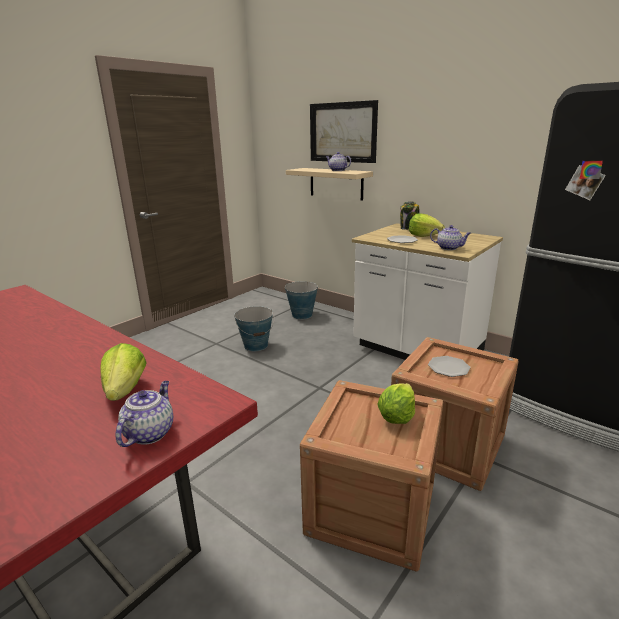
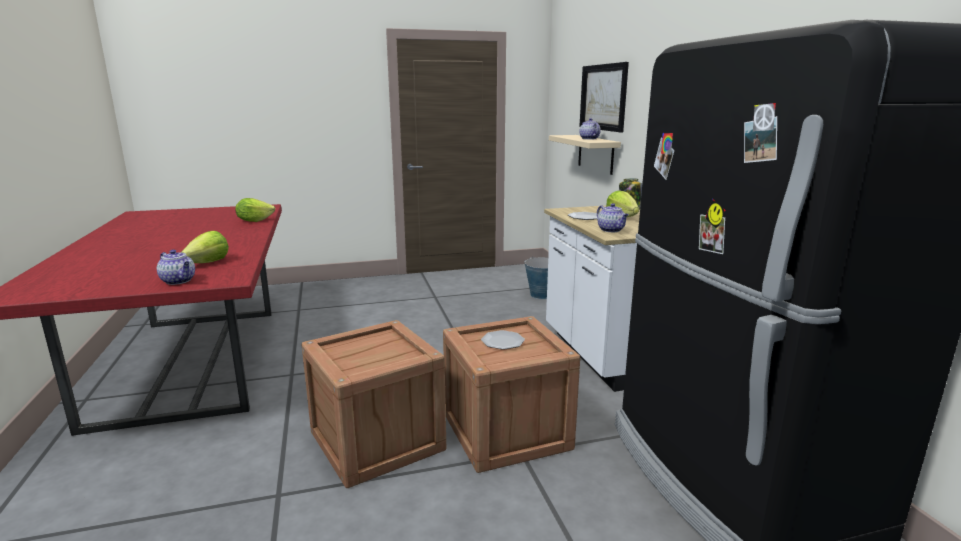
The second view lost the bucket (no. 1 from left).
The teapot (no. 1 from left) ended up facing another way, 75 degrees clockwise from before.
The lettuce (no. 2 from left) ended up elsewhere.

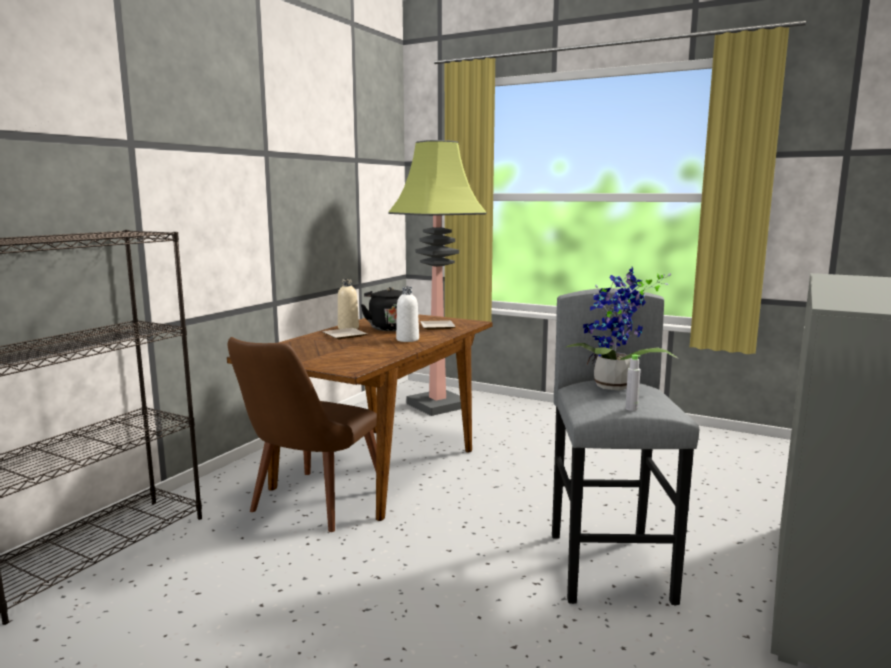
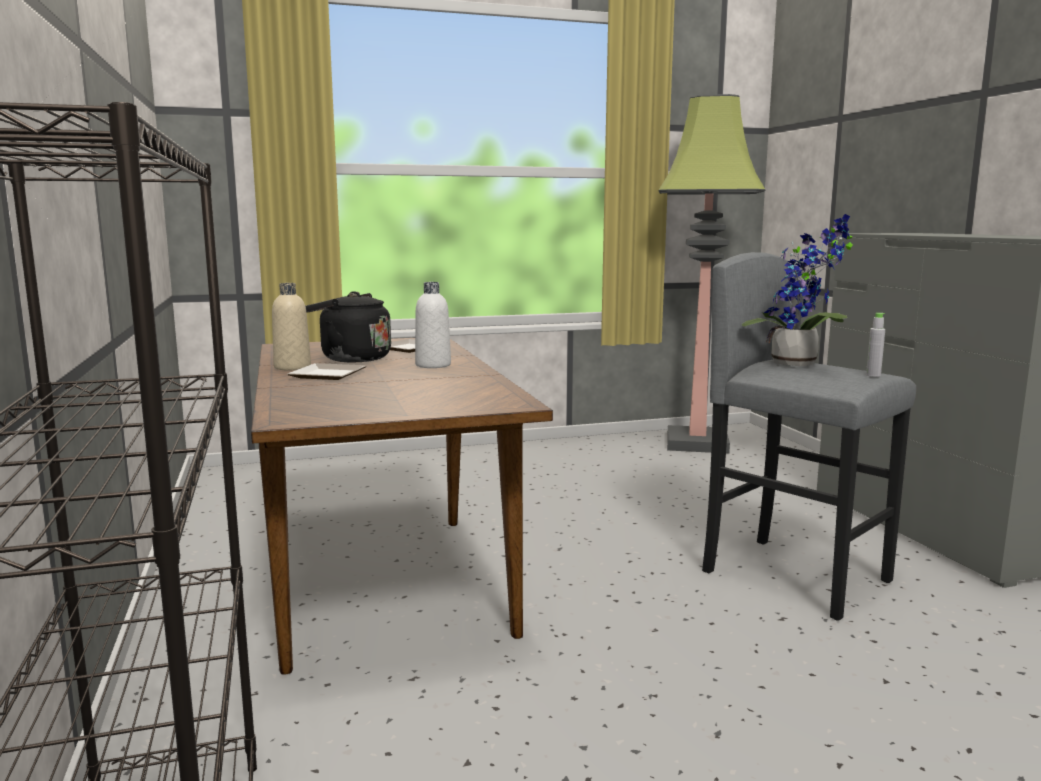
The floor lamp ended up elsewhere.
The second view lost the brown chair.

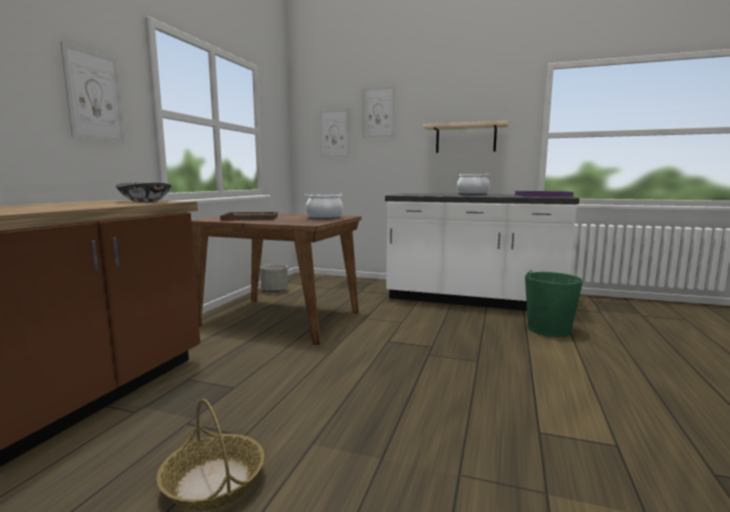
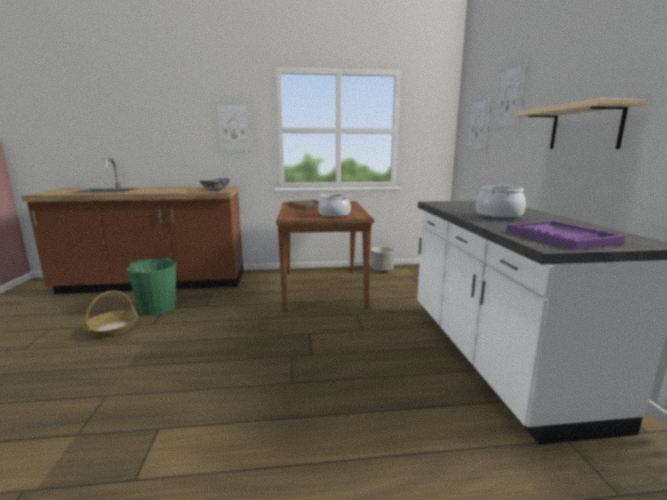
The green bucket ended up elsewhere.

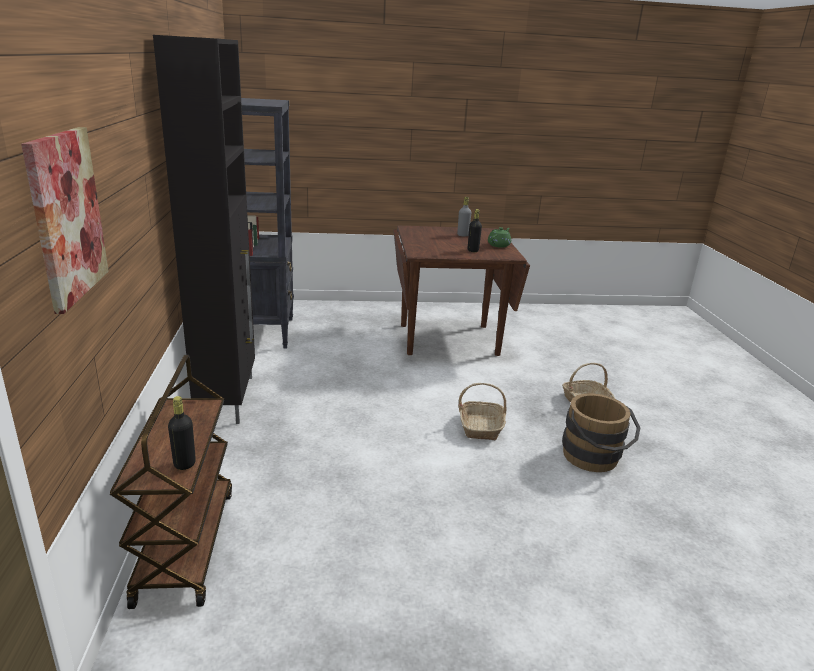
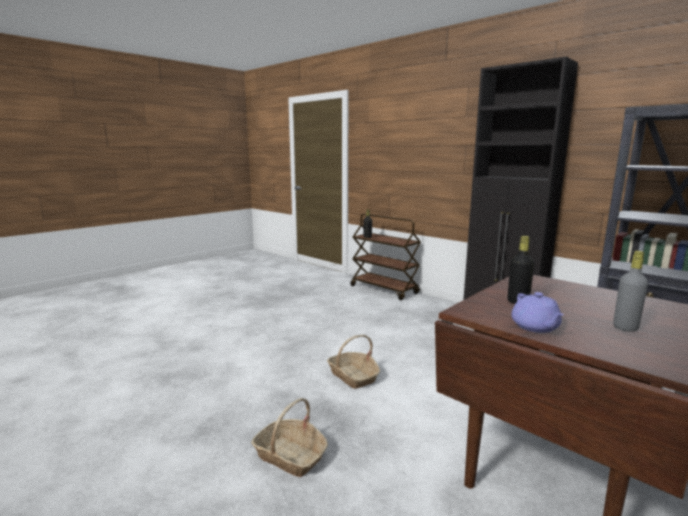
The second view lost the picture.
What was the green teapot turned into the purple teapot.
The second view lost the brown bucket.

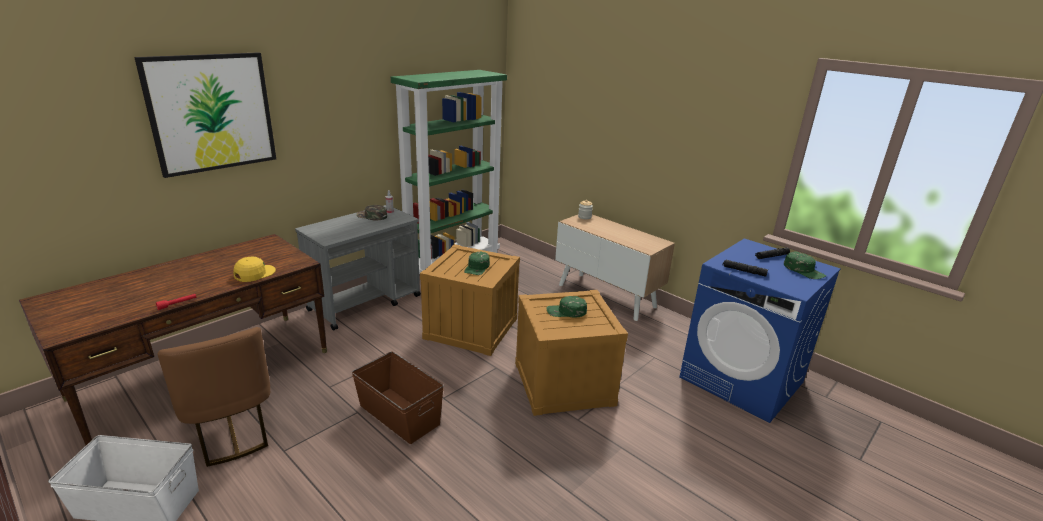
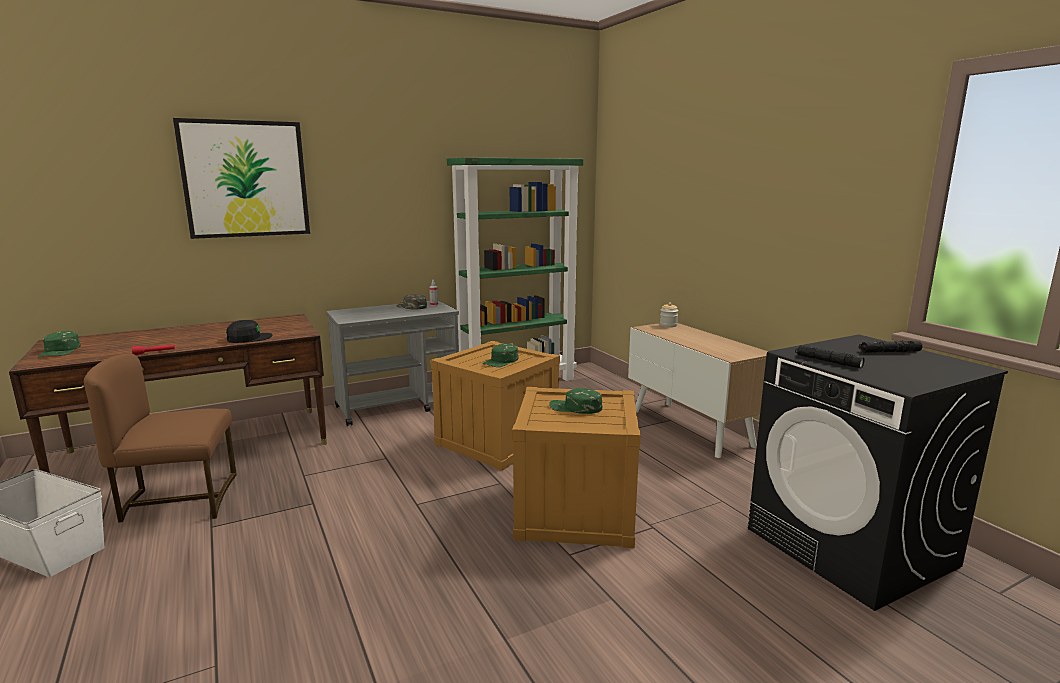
What was the blue washing machine turned into the black washing machine.
The green cap (no. 4 from left in the first image) ended up elsewhere.
What was the yellow cap turned into the black cap.
The brown chair ended up facing another way, 90 degrees clockwise from before.
The second view lost the brown storage box.

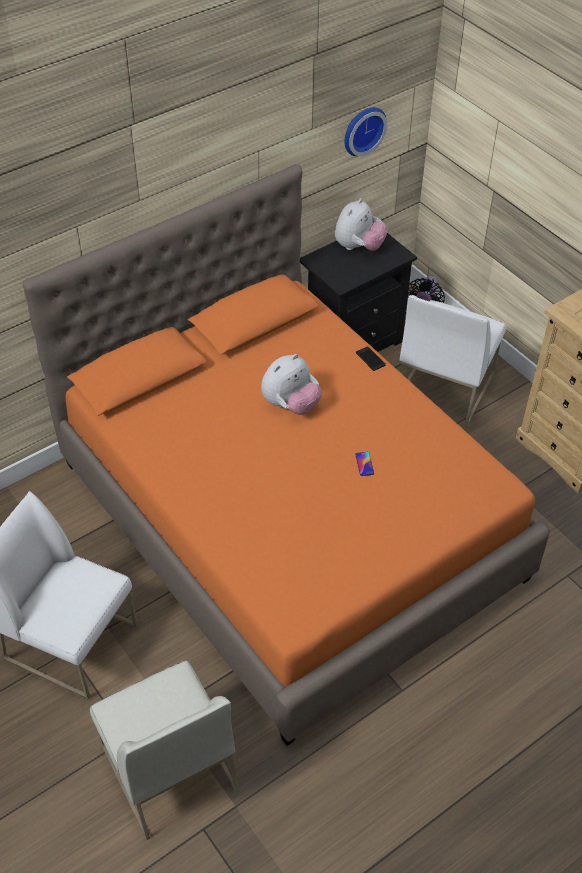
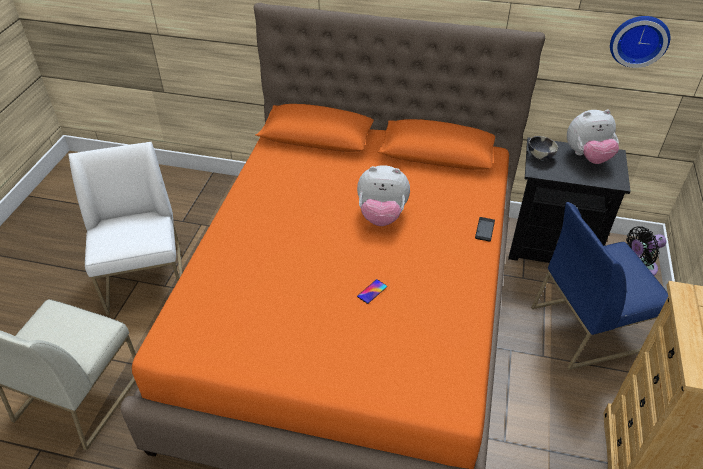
What was the white chair (no. 3 from left) turned into the blue chair.
The second view gained the bowl.

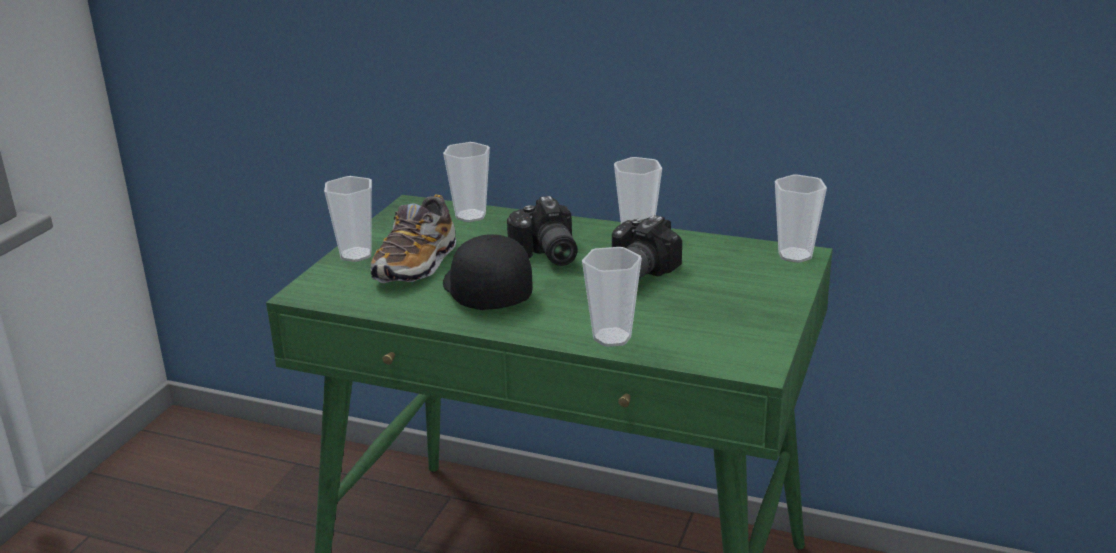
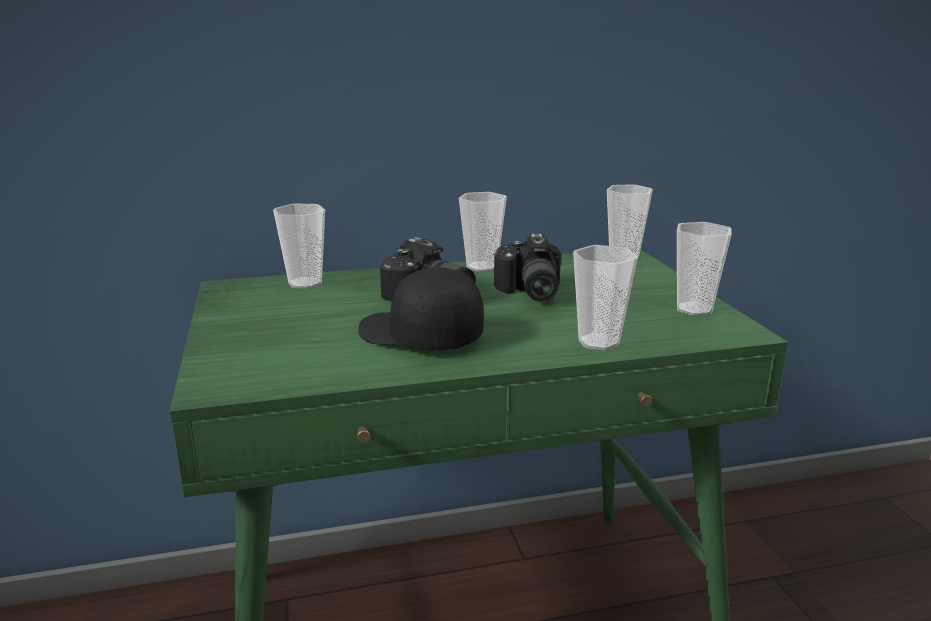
The cup (no. 1 from left in the first image) ended up elsewhere.
The second view lost the shoe.

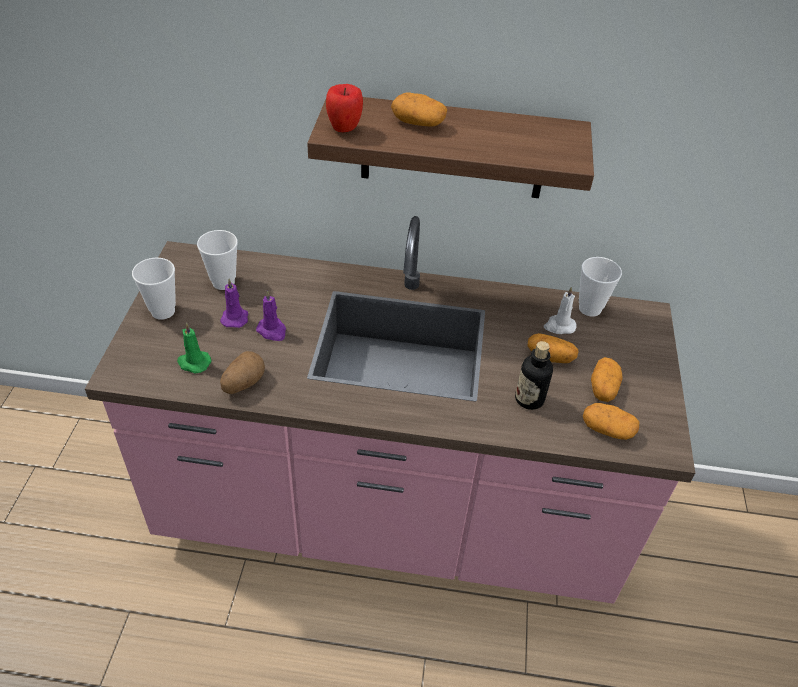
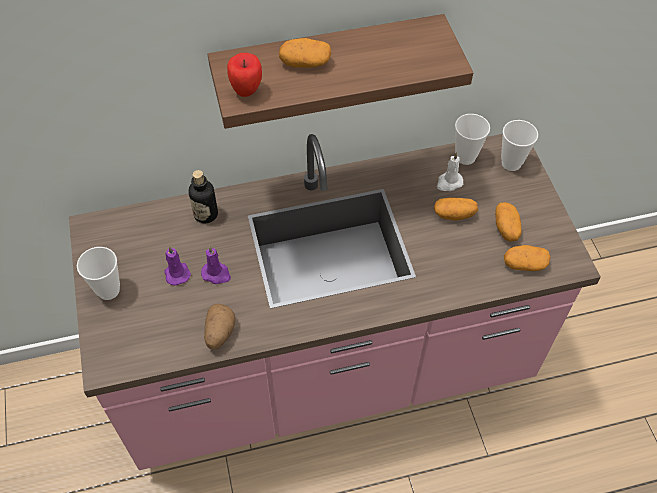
The cup (no. 2 from left in the first image) ended up elsewhere.
The second view lost the green candle.
The bottle ended up elsewhere.

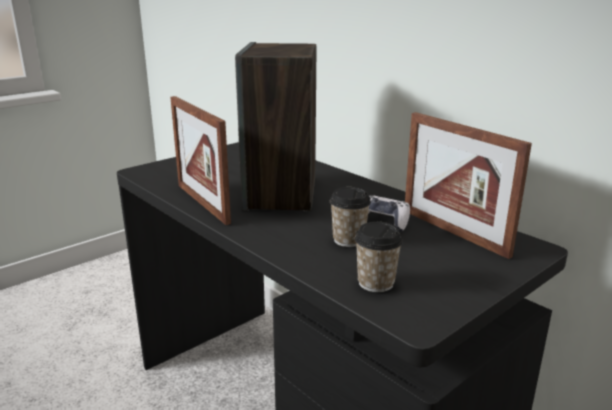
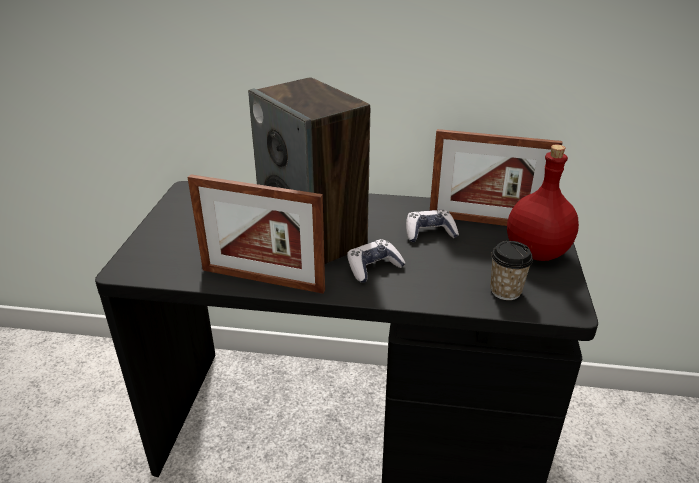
The second view lost the cup (no. 1 from left).
The second view gained the red bottle.
The second view gained the game controller (no. 1 from left).

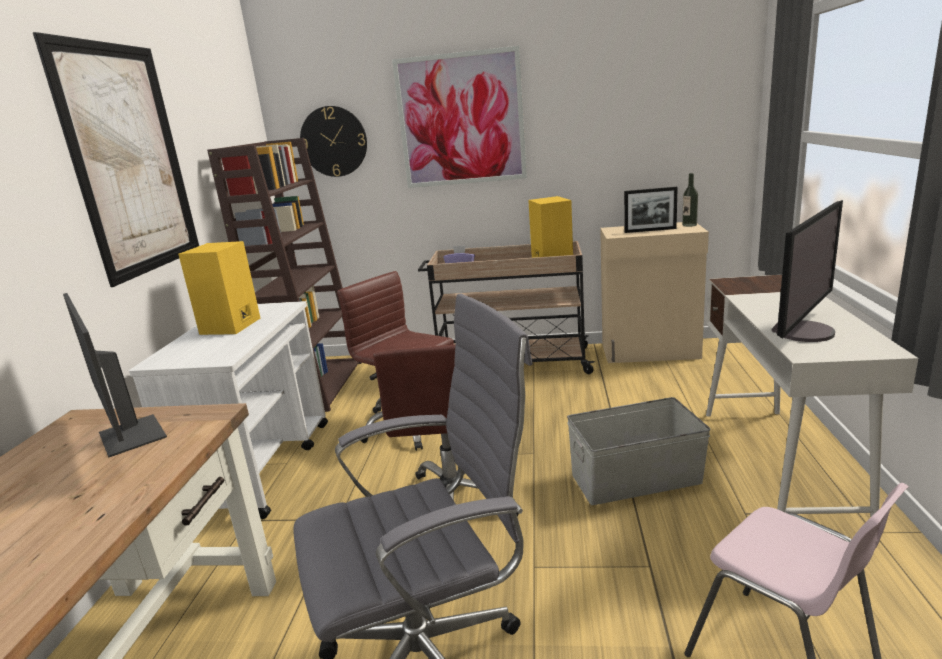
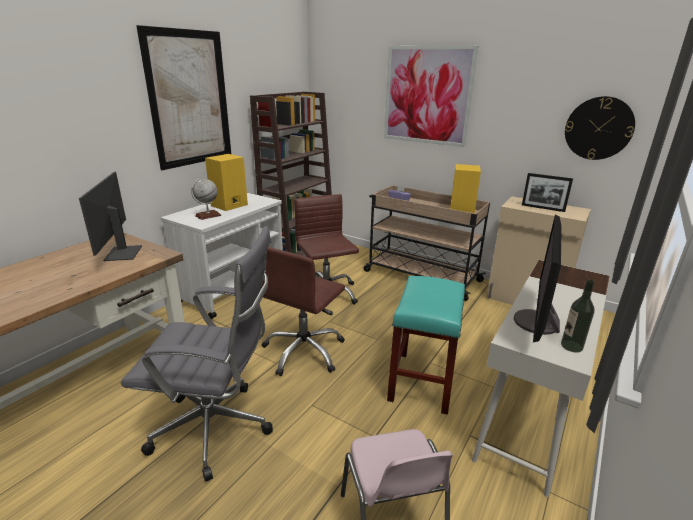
The wall clock ended up elsewhere.
The bottle ended up elsewhere.
The monitor (no. 2 from left) ended up facing another way, 135 degrees clockwise from before.
Where the grey storage box stood, the turquoise stool came to stand.
The second view gained the globe.

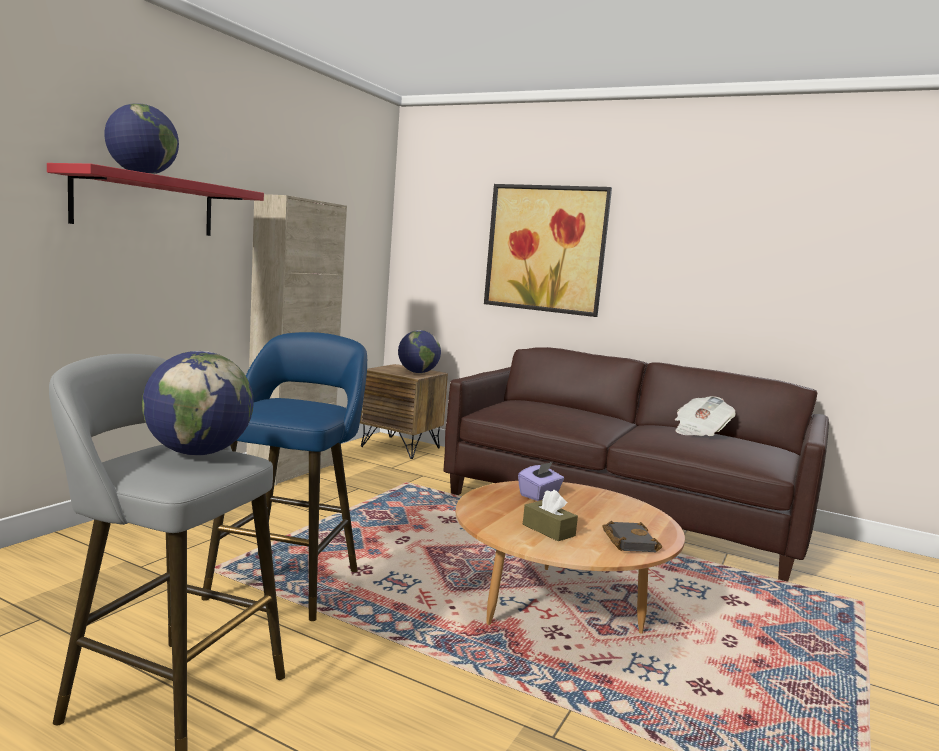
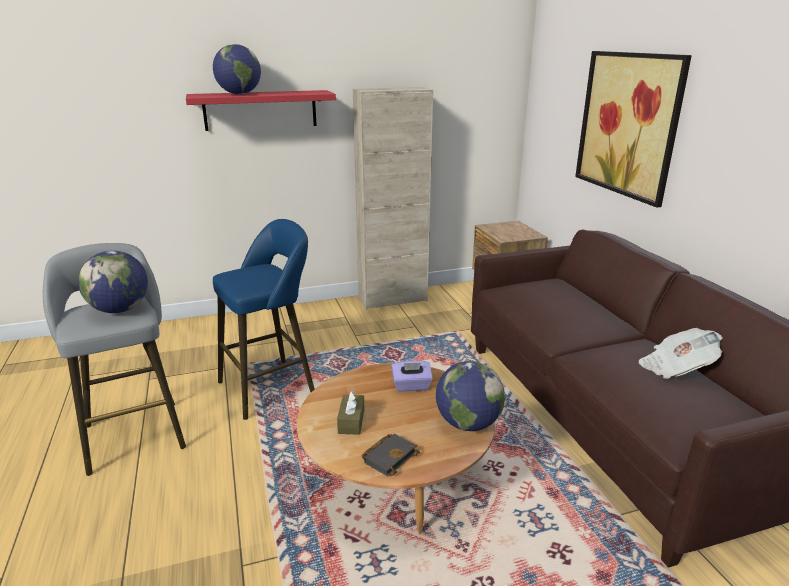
The globe (no. 3 from left) ended up elsewhere.

